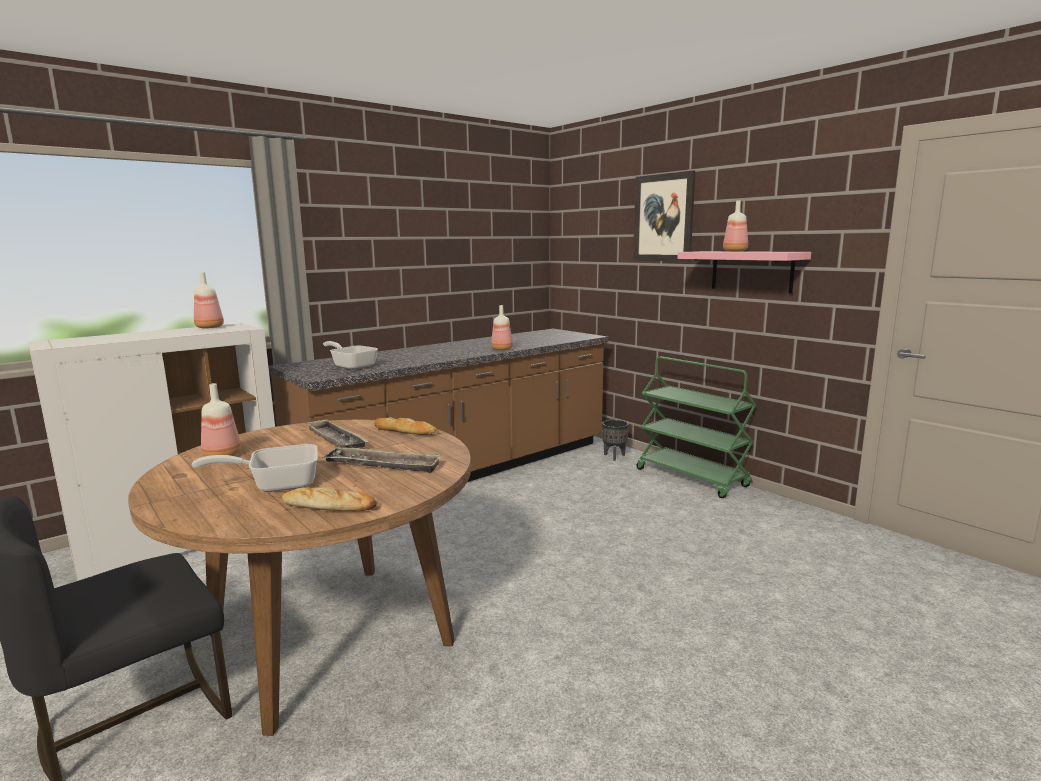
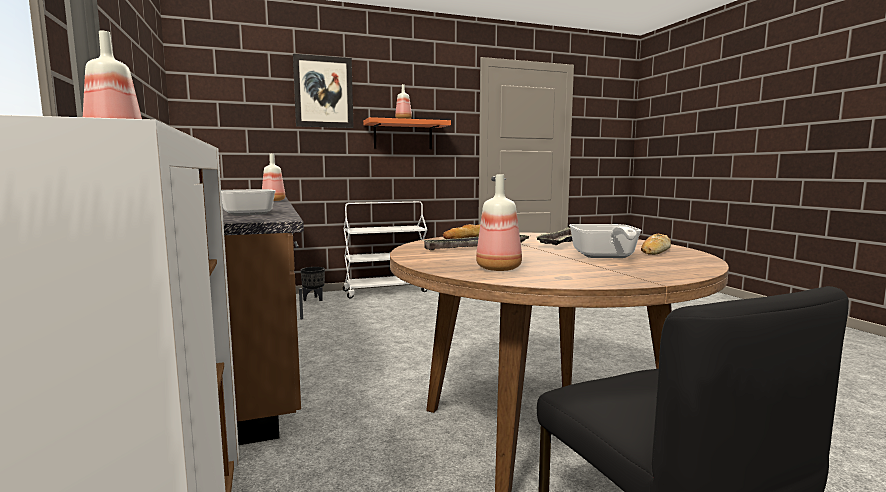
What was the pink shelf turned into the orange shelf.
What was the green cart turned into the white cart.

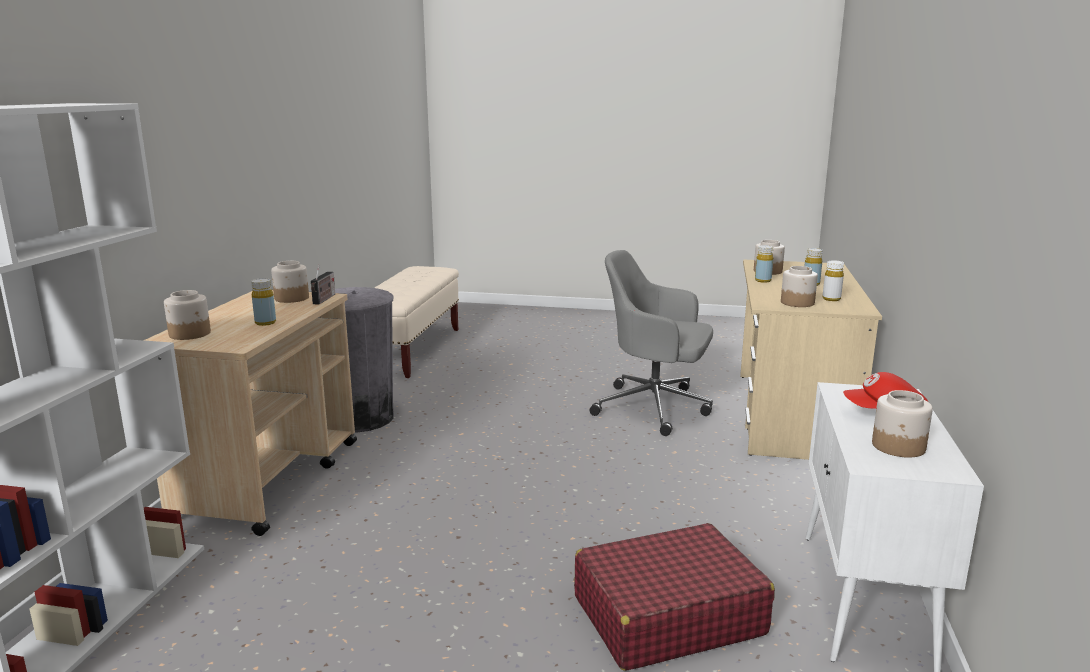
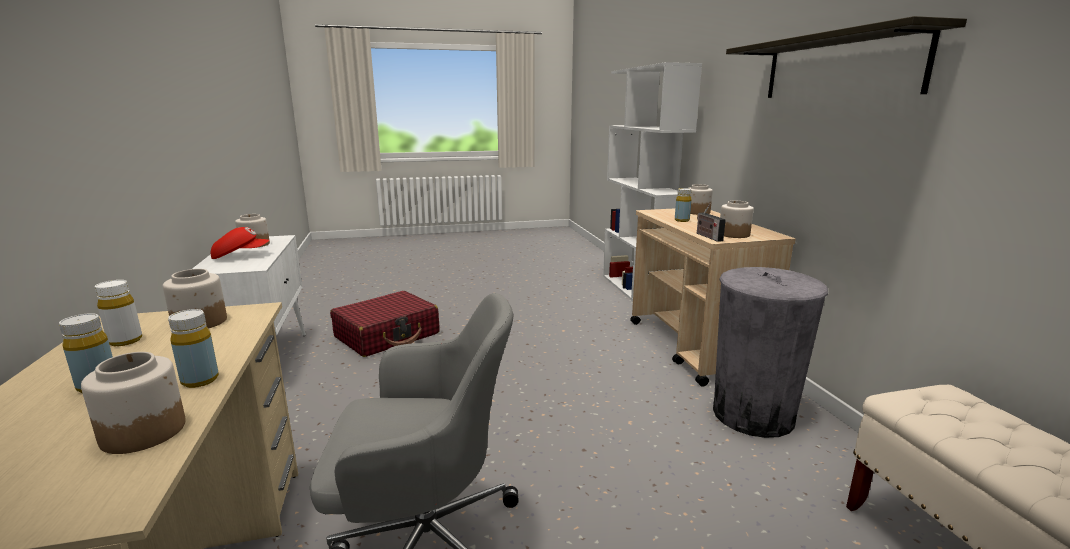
The second view gained the shelf.

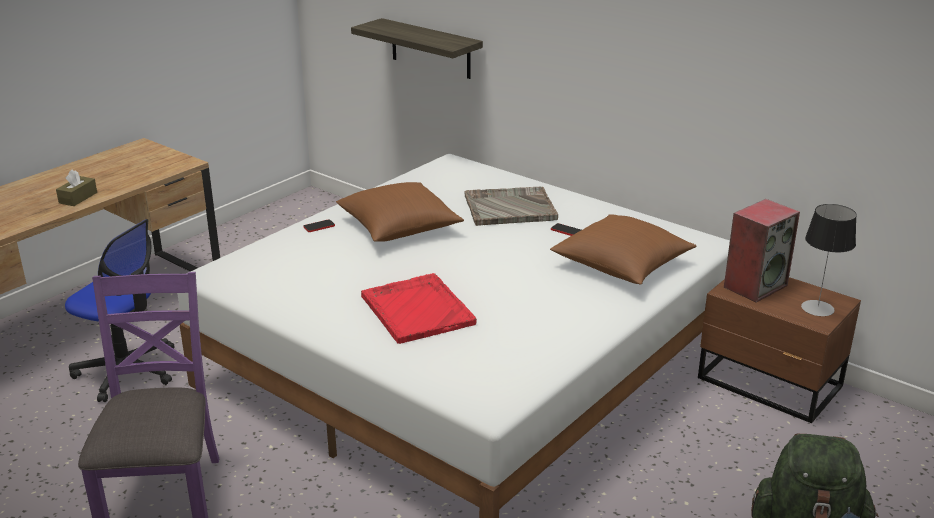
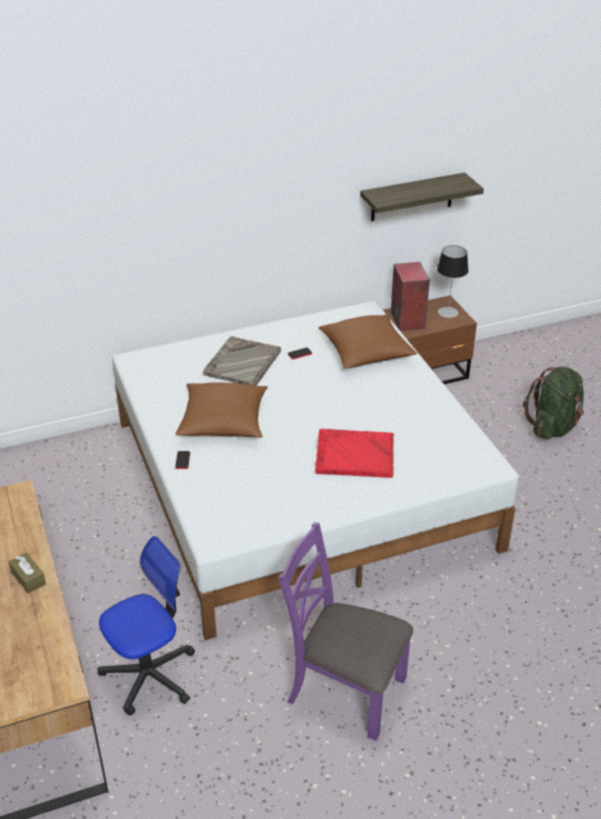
The shelf ended up elsewhere.

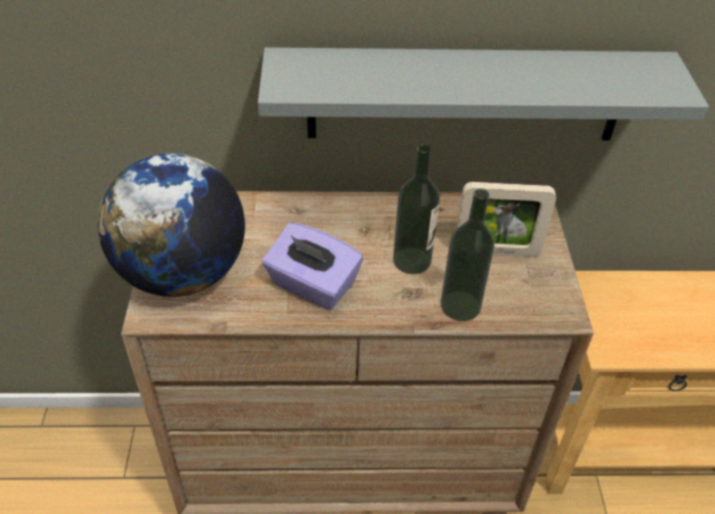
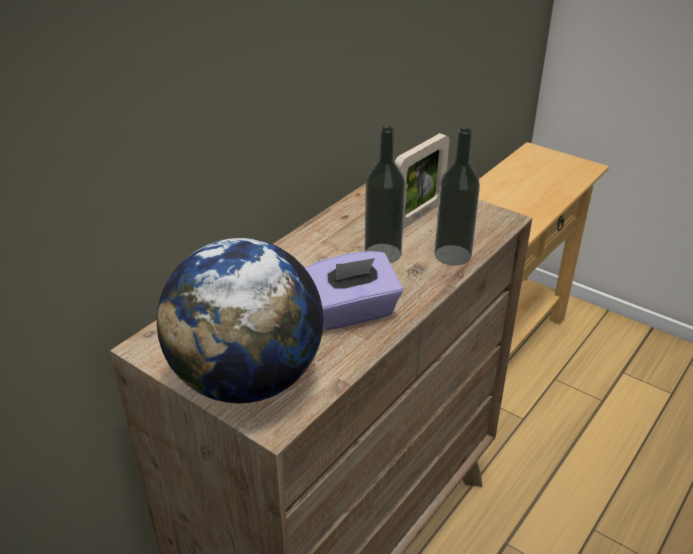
The second view lost the grey shelf.

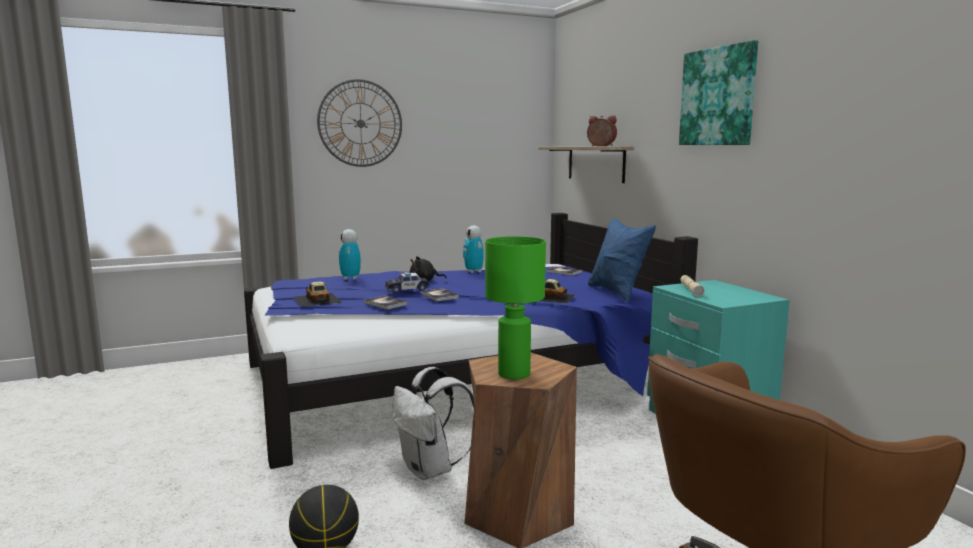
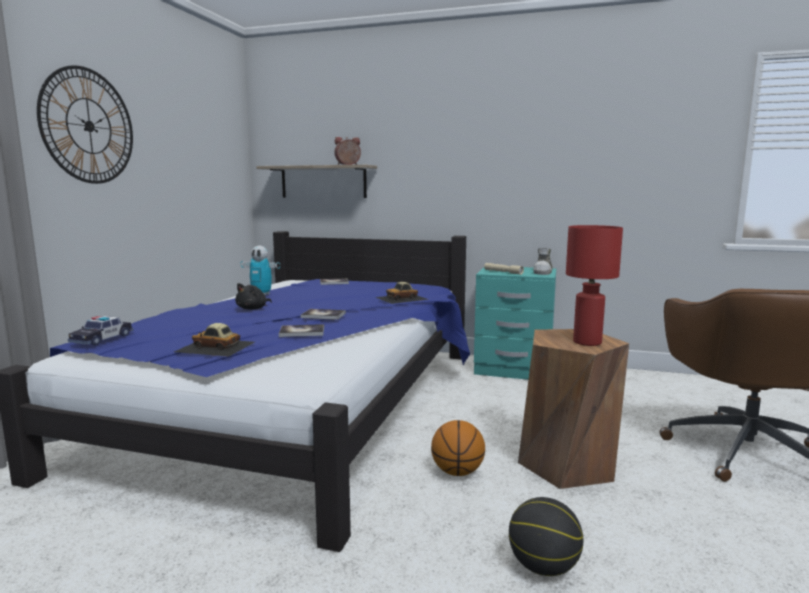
The second view lost the picture.
The second view lost the blue pillow.
The second view lost the toy robot (no. 1 from left).
What was the green table lamp turned into the red table lamp.
The toy car (no. 2 from left in the first image) ended up elsewhere.
Where the white backpack stood, the basketball (no. 1 from left) came to stand.
The second view gained the shoe.

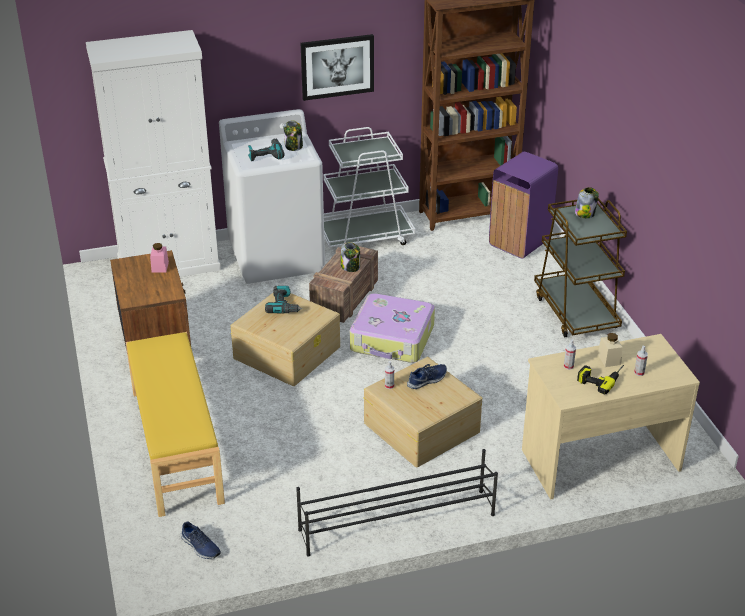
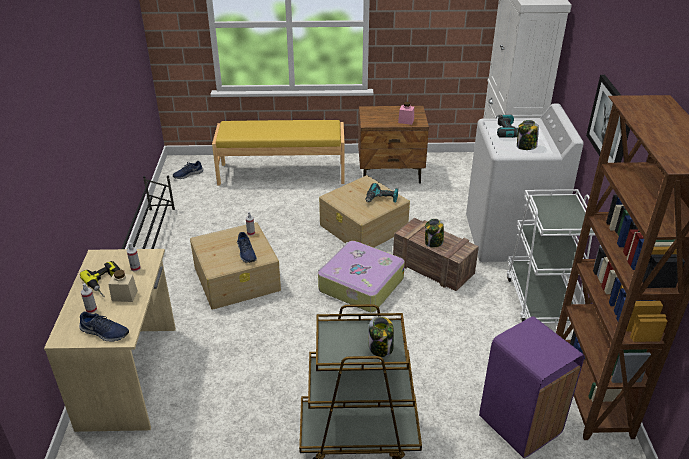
The second view gained the blue shoe (no. 1 from left).

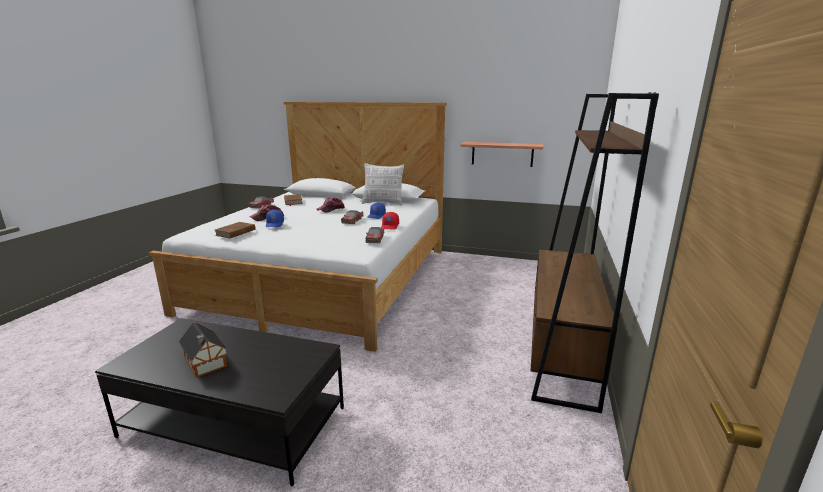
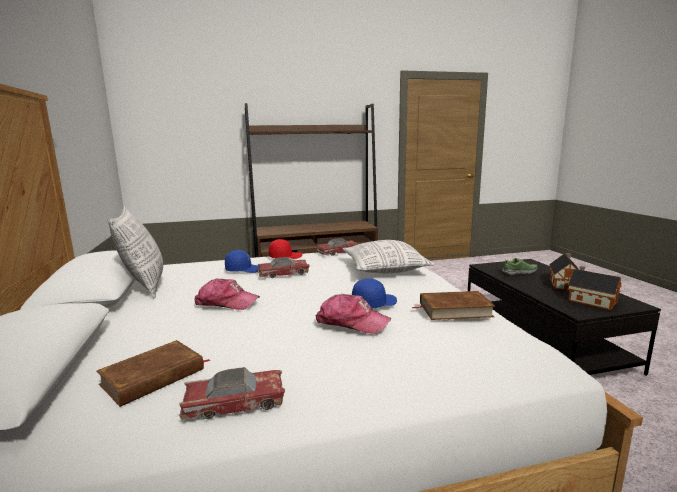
The second view lost the shelf.
The second view gained the pillow (no. 2 from left).
The second view gained the shoe.
The second view gained the toy house (no. 2 from left).

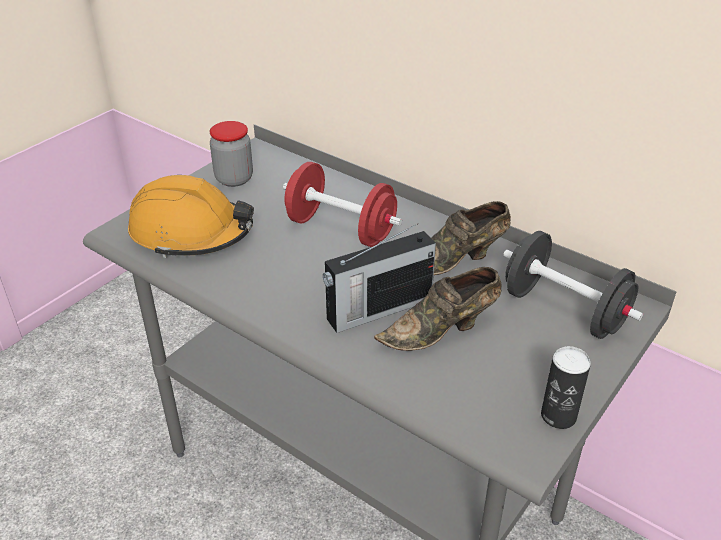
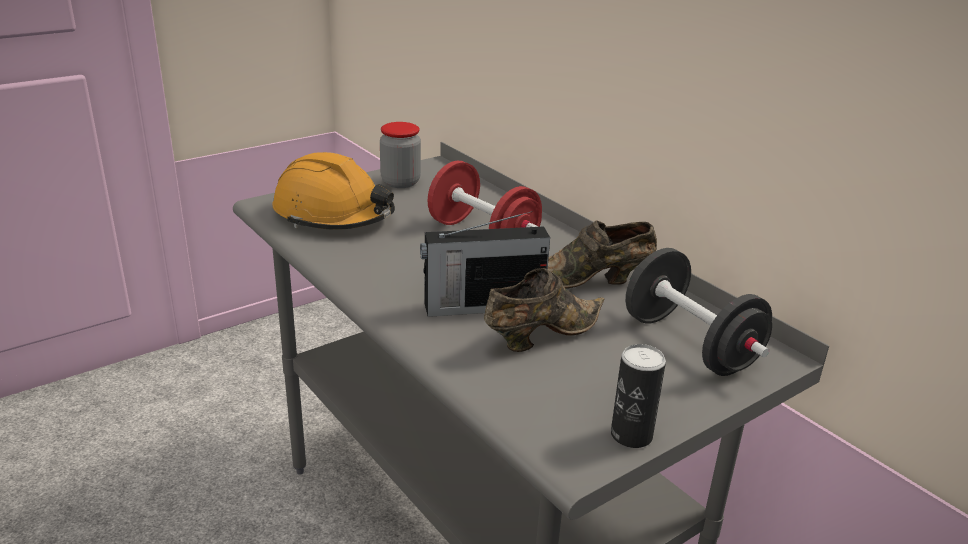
The brown shoe (no. 1 from left) ended up facing another way, 150 degrees clockwise from before.

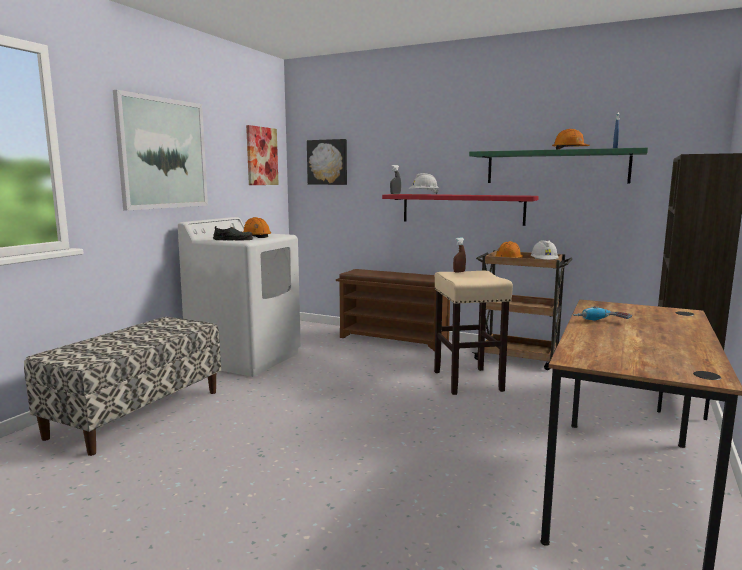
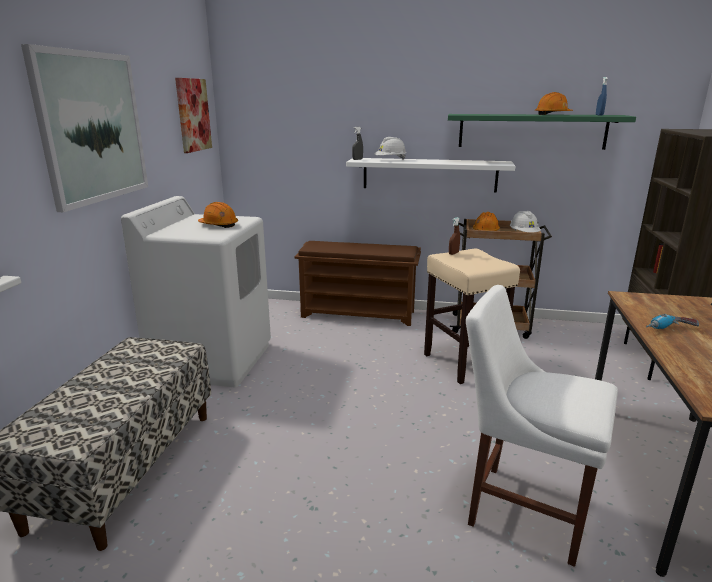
The second view lost the picture (no. 3 from left).
What was the red shelf turned into the white shelf.
The second view lost the black shoe.
The second view gained the white chair.

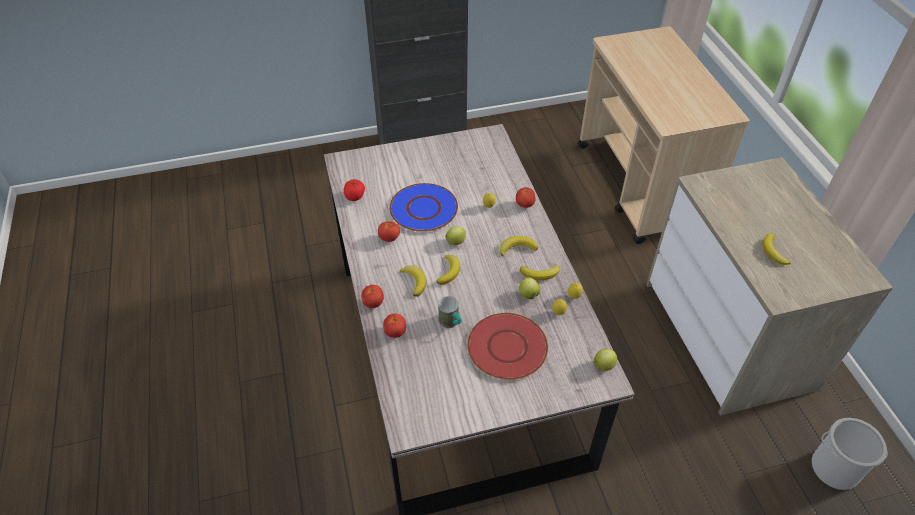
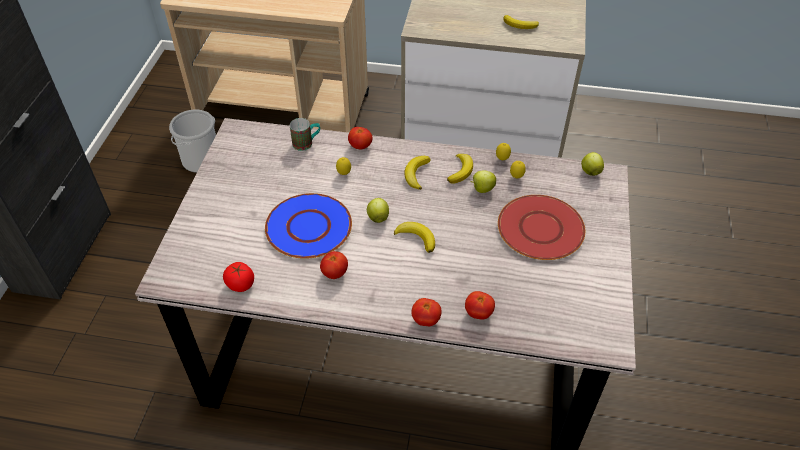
The second view lost the banana (no. 1 from left).
The mug ended up elsewhere.
The bucket ended up elsewhere.

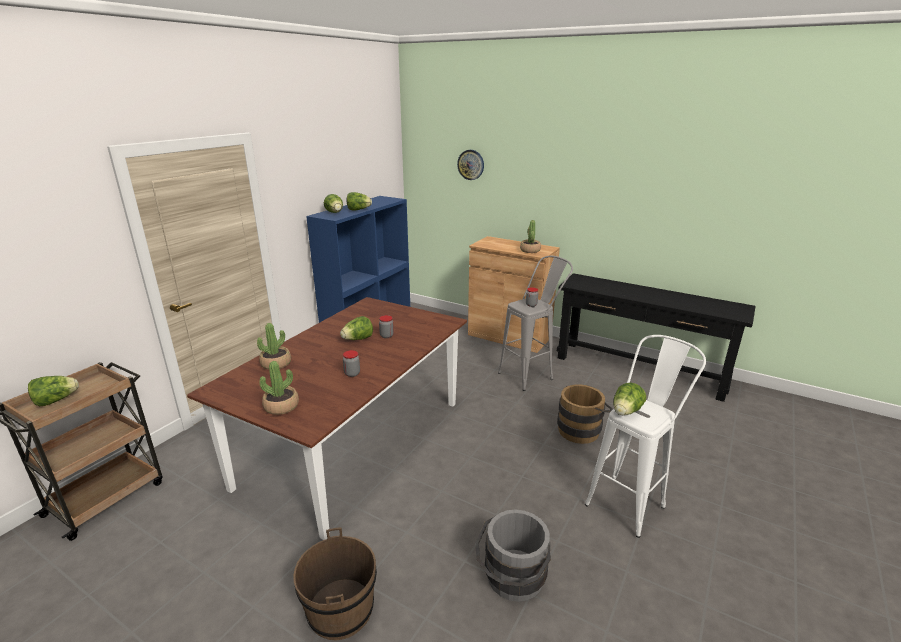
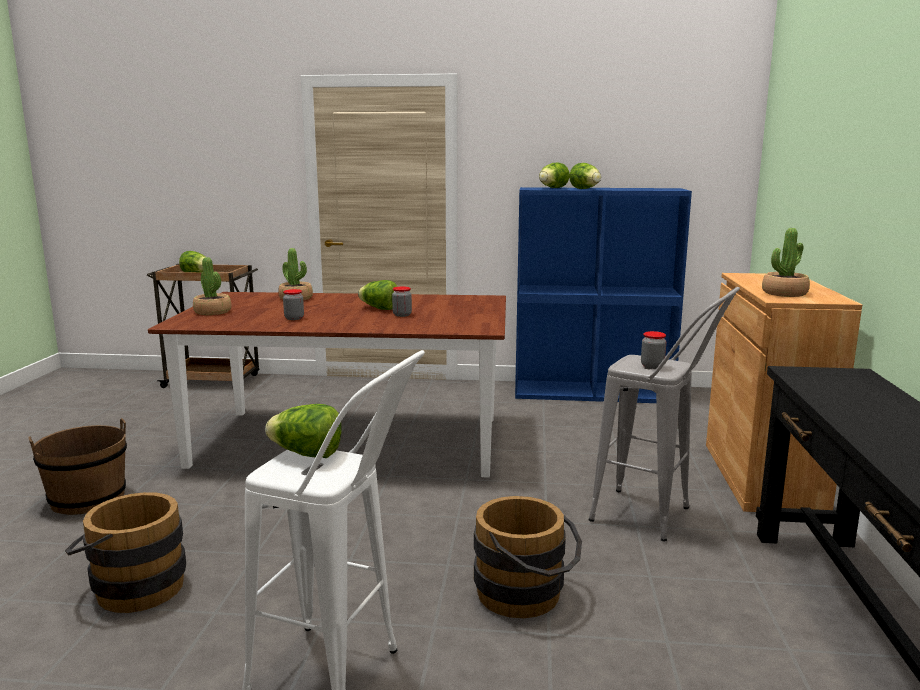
The second view lost the wall clock.
What was the grey bucket turned into the brown bucket (no. 2 from left).

